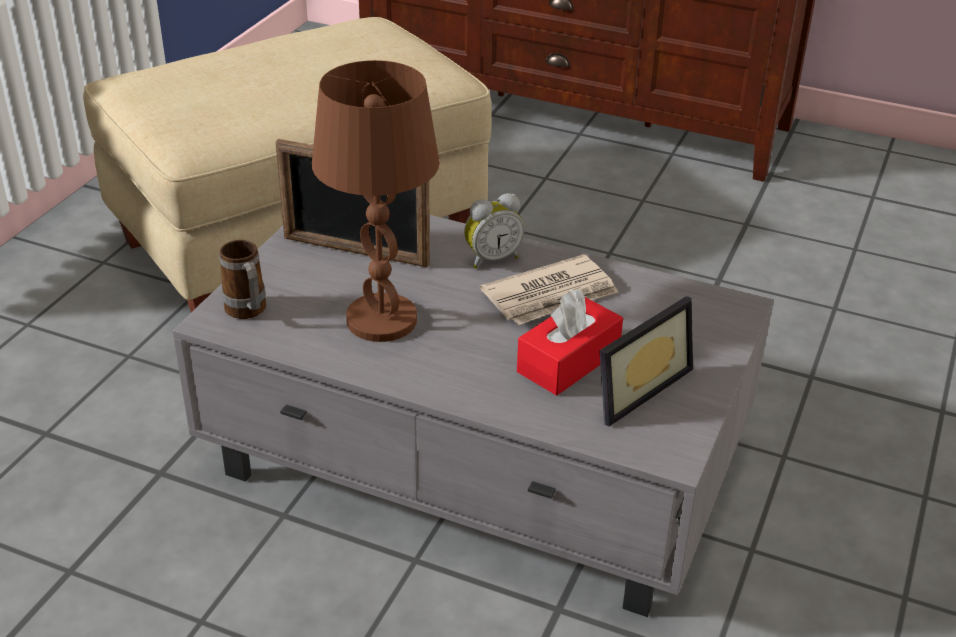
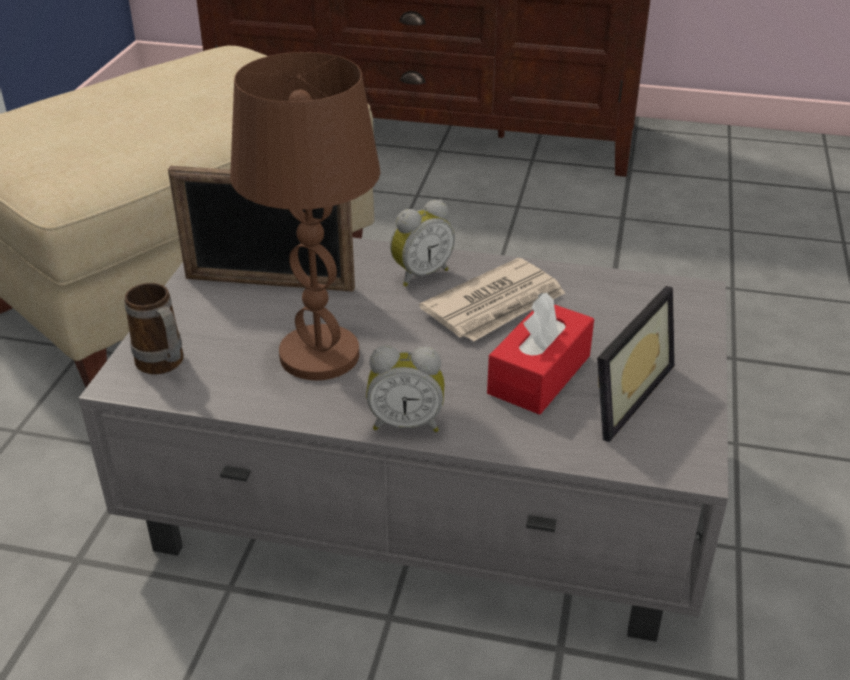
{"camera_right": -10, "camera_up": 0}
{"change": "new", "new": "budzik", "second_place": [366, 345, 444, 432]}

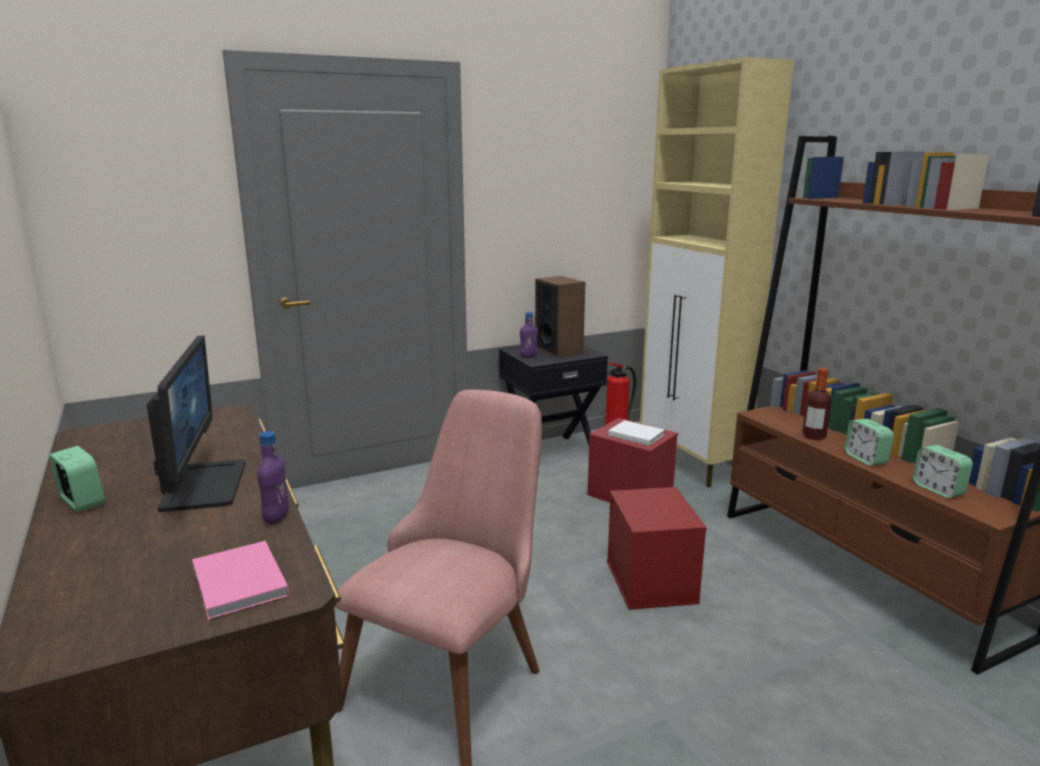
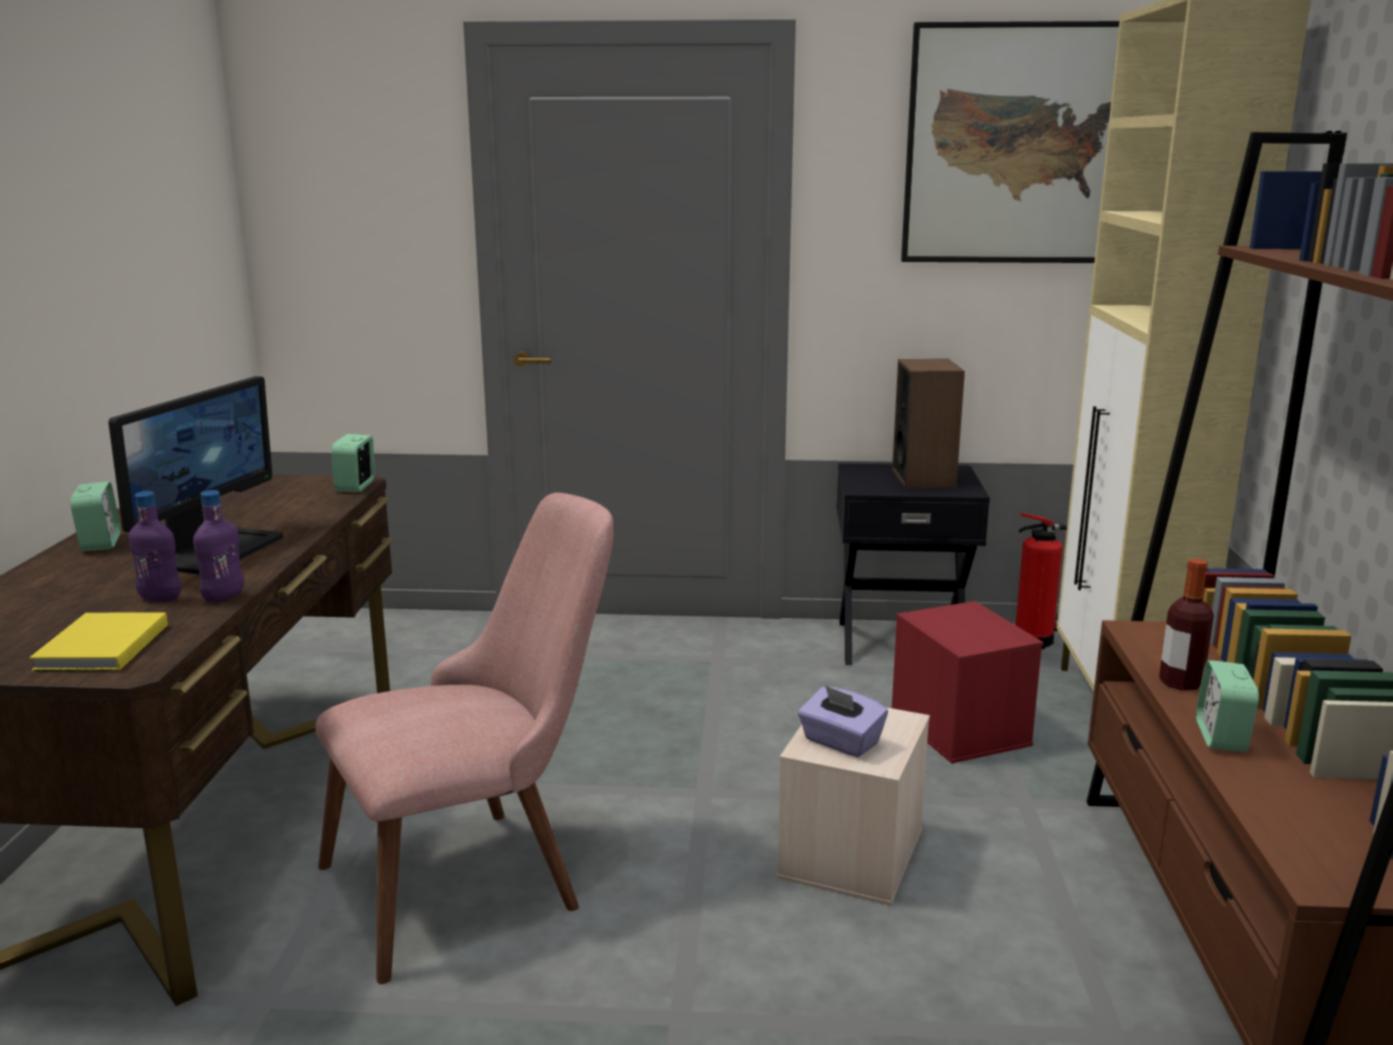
{"camera_right": 30, "camera_up": 0}
{"change": "shifted", "old": "butelka/fioletowy", "first_place": [520, 312, 538, 358], "second_place": [128, 491, 181, 602]}
{"change": "gone", "old": "książka/biały", "first_place": [608, 420, 664, 446]}
{"change": "shifted", "old": "budzik", "first_place": [913, 445, 973, 498], "second_place": [331, 434, 375, 492]}
{"change": "repainted", "old": "pojemnik do przechowywania/czerwony", "new": "pojemnik do przechowywania/beżowy", "first_place": [607, 487, 707, 610], "second_place": [777, 707, 930, 906]}
{"change": "repainted", "old": "książka/różowy", "new": "książka/żółty", "first_place": [192, 541, 289, 621], "second_place": [30, 612, 168, 671]}
{"change": "new", "new": "obraz", "second_place": [901, 21, 1119, 263]}
{"change": "new", "new": "pudełko chusteczek/fioletowy", "second_place": [798, 685, 888, 757]}

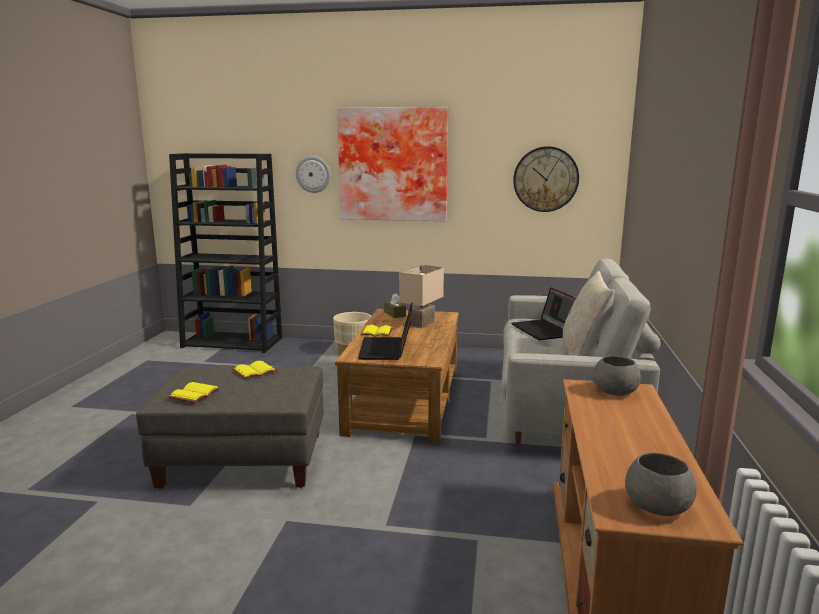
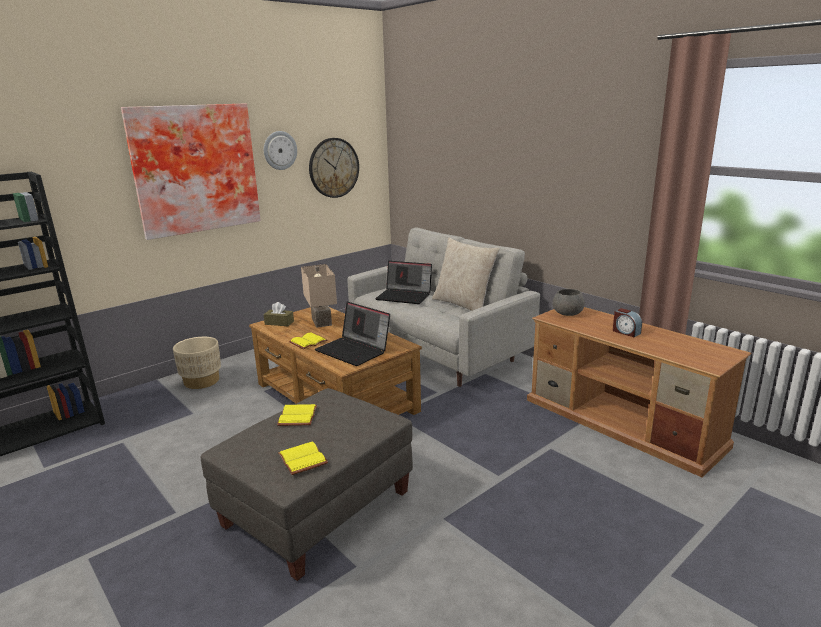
{"camera_right": -50, "camera_up": 5}
{"change": "shifted", "old": "zegar ścienny", "first_place": [296, 156, 331, 193], "second_place": [264, 131, 297, 170]}
{"change": "gone", "old": "miska/szary", "first_place": [625, 452, 697, 516]}
{"change": "new", "new": "budzik", "second_place": [613, 308, 642, 337]}

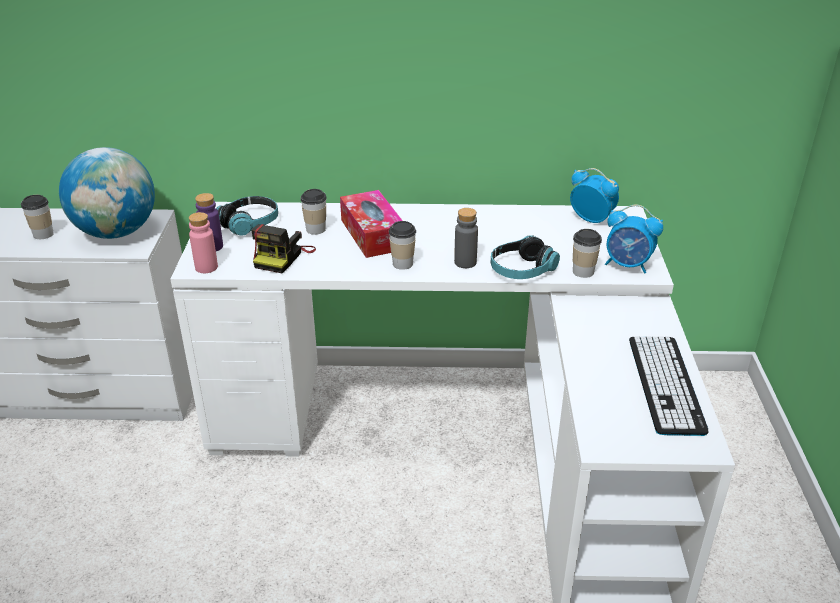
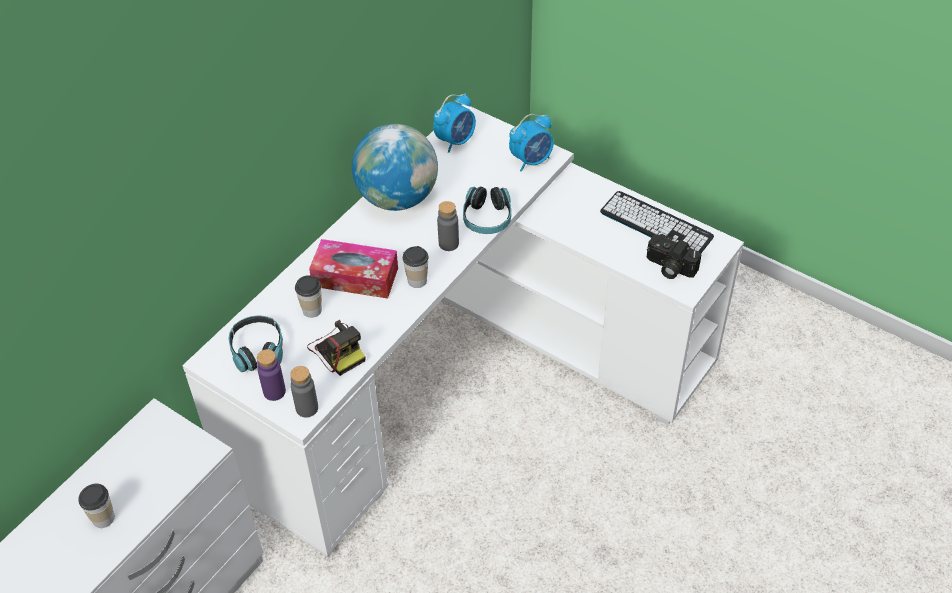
{"camera_right": -55, "camera_up": 15}
{"change": "shifted", "old": "globus", "first_place": [59, 147, 155, 239], "second_place": [352, 124, 438, 211]}
{"change": "rotated", "old": "budzik", "first_place": [570, 168, 619, 223], "second_place": [433, 93, 476, 153], "degrees": 150}
{"change": "repainted", "old": "butelka/różowy", "new": "butelka/szary", "first_place": [189, 212, 218, 273], "second_place": [290, 366, 318, 418]}
{"change": "gone", "old": "filiżanka", "first_place": [573, 229, 602, 278]}
{"change": "new", "new": "aparat fotograficzny", "second_place": [647, 234, 701, 279]}

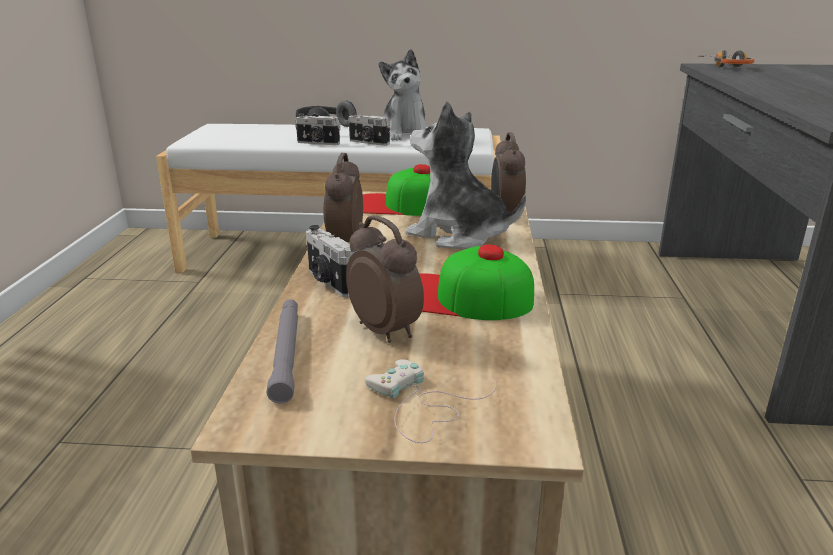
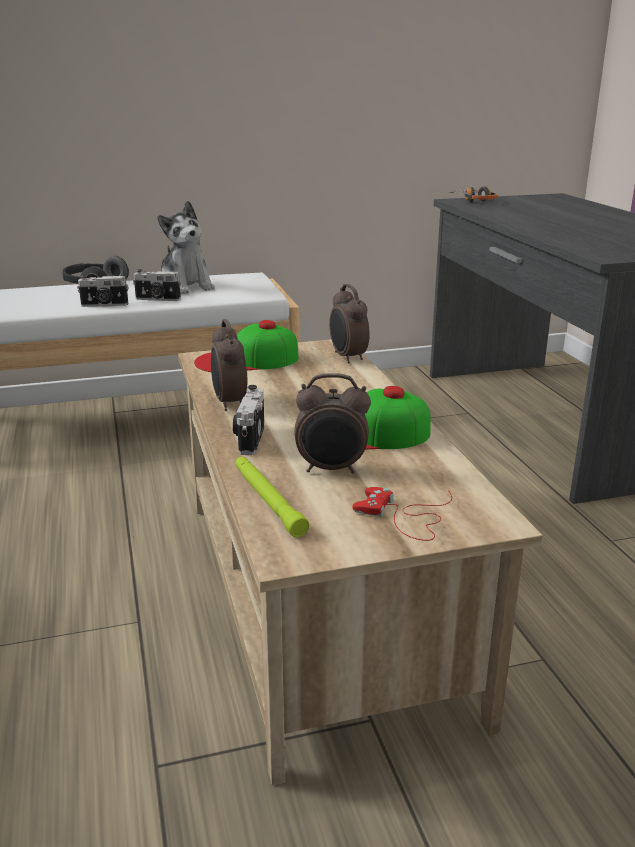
{"camera_right": -20, "camera_up": 0}
{"change": "gone", "old": "pluszak", "first_place": [405, 101, 526, 249]}
{"change": "rotated", "old": "budzik", "first_place": [346, 216, 424, 343], "second_place": [295, 373, 371, 474], "degrees": 150}
{"change": "rotated", "old": "aparat fotograficzny", "first_place": [306, 225, 356, 298], "second_place": [233, 385, 264, 455], "degrees": 60}
{"change": "repainted", "old": "latarka/szary", "new": "latarka/zielony", "first_place": [266, 299, 298, 404], "second_place": [235, 457, 309, 537]}
{"change": "repainted", "old": "pad do gier/biały", "new": "pad do gier/czerwony", "first_place": [365, 359, 496, 443], "second_place": [352, 487, 452, 541]}

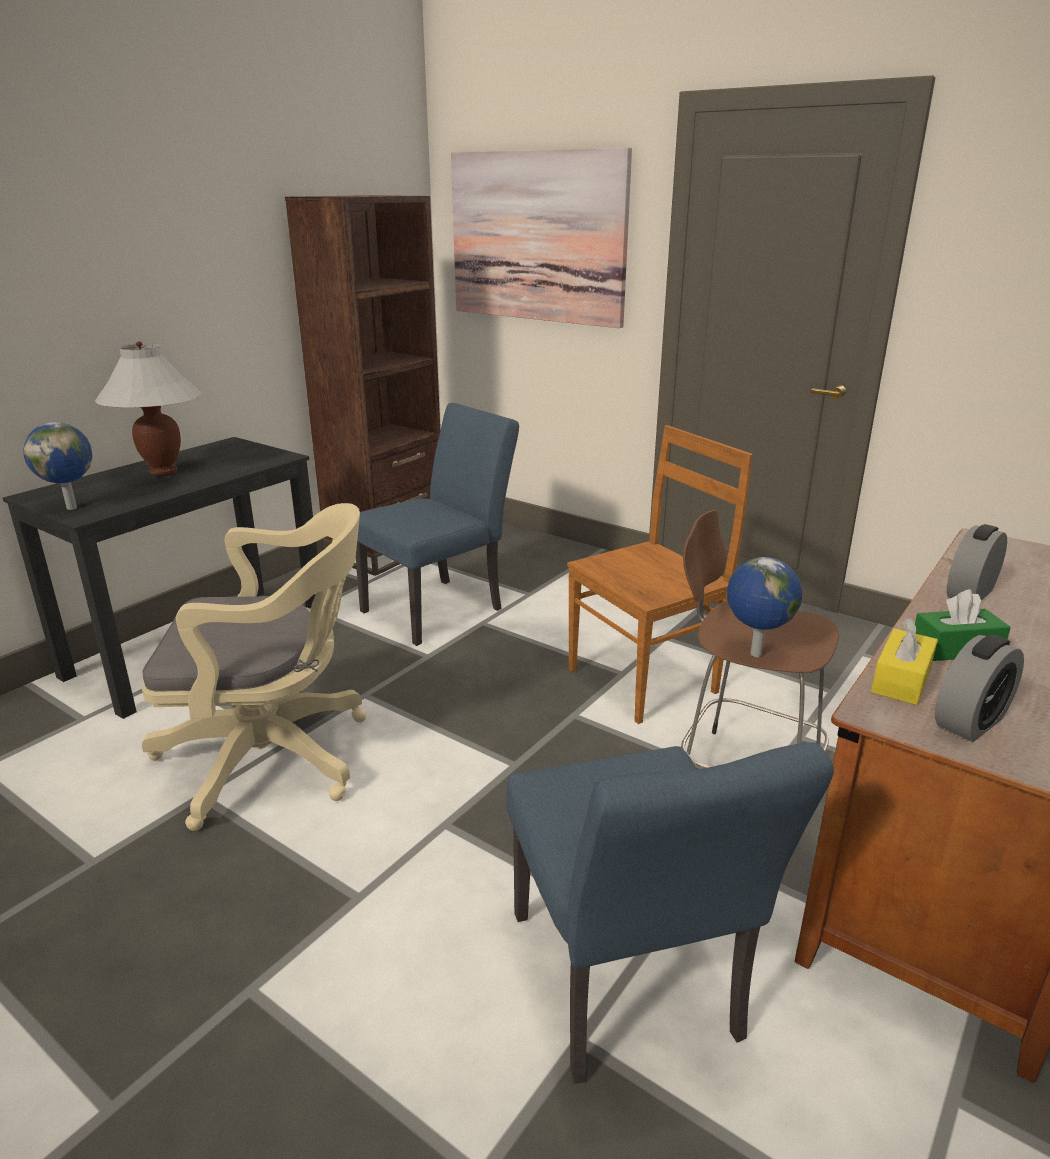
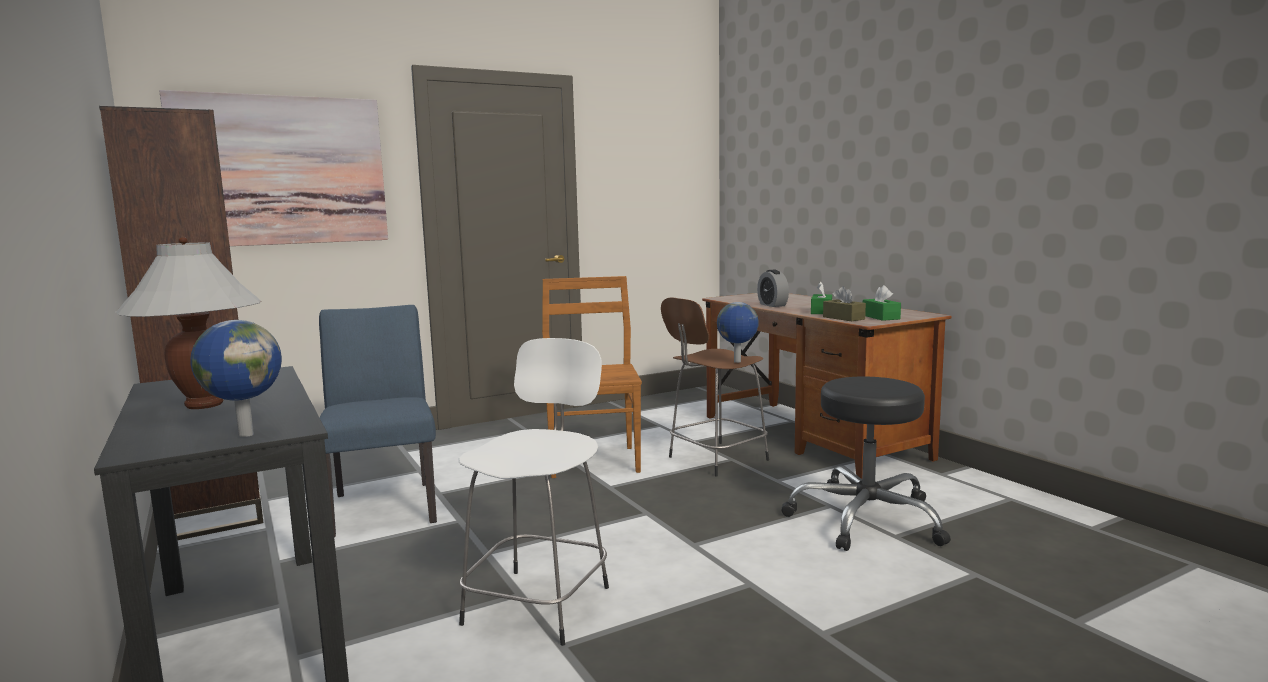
{"camera_right": -65, "camera_up": -15}
{"change": "swapped", "old": "krzesło biurowe/beżowy", "new": "stołek/biały", "first_place": [142, 503, 366, 831], "second_place": [459, 338, 609, 646]}
{"change": "repainted", "old": "pudełko chusteczek/żółty", "new": "pudełko chusteczek/brązowy", "first_place": [871, 618, 938, 705], "second_place": [823, 286, 866, 321]}
{"change": "swapped", "old": "budzik", "new": "pudełko chusteczek/zielony", "first_place": [935, 635, 1024, 742], "second_place": [863, 285, 901, 321]}
{"change": "swapped", "old": "krzesło/niebieski", "new": "stołek/czarny", "first_place": [506, 742, 834, 1084], "second_place": [781, 377, 951, 551]}

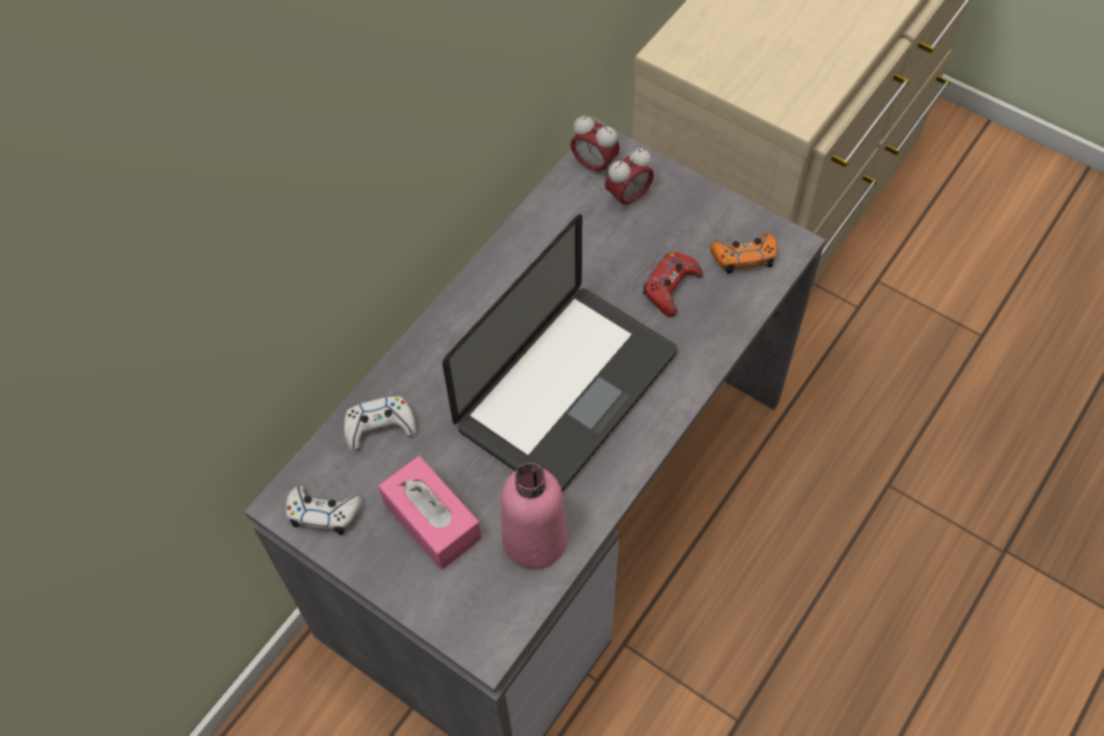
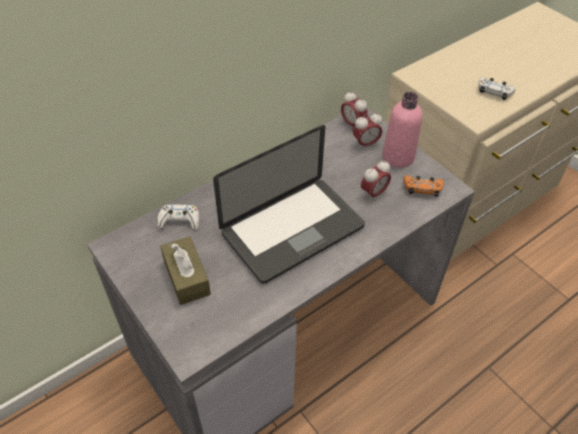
{"camera_right": 15, "camera_up": -10}
{"change": "swapped", "old": "pad do gier/czerwony", "new": "budzik", "first_place": [643, 252, 703, 317], "second_place": [361, 160, 391, 201]}
{"change": "repainted", "old": "pudełko chusteczek/różowy", "new": "pudełko chusteczek/brązowy", "first_place": [378, 456, 482, 570], "second_place": [160, 236, 211, 305]}
{"change": "shifted", "old": "butelka/różowy", "first_place": [500, 463, 567, 569], "second_place": [382, 92, 423, 168]}
{"change": "shifted", "old": "pad do gier/biały", "first_place": [286, 485, 363, 535], "second_place": [478, 77, 515, 100]}

